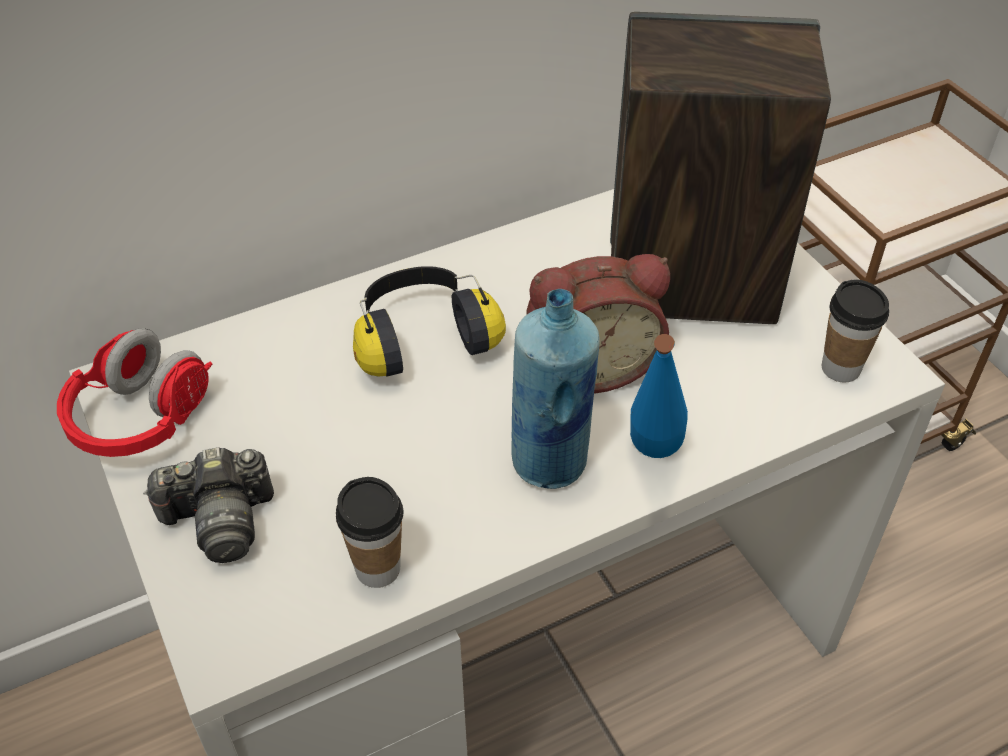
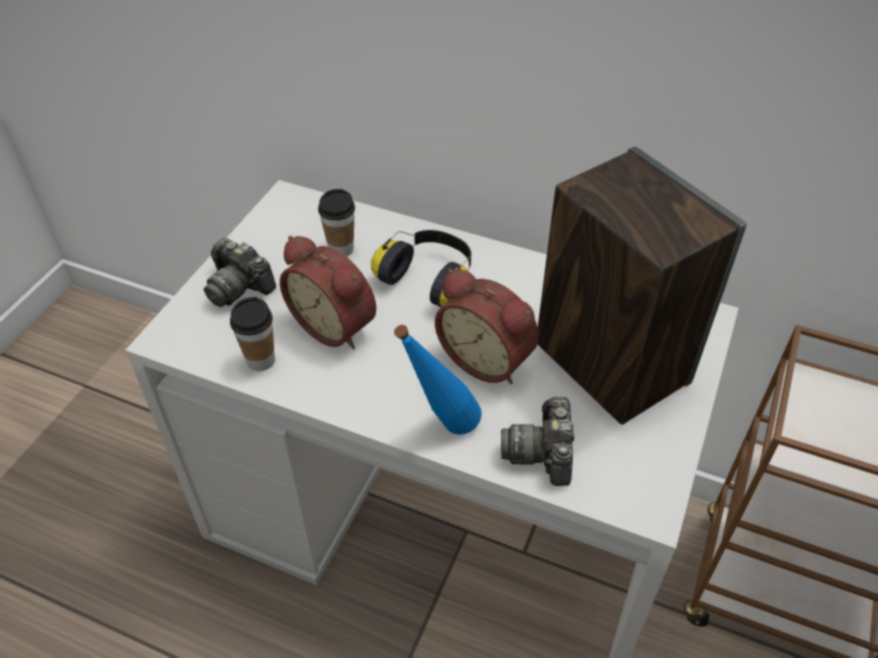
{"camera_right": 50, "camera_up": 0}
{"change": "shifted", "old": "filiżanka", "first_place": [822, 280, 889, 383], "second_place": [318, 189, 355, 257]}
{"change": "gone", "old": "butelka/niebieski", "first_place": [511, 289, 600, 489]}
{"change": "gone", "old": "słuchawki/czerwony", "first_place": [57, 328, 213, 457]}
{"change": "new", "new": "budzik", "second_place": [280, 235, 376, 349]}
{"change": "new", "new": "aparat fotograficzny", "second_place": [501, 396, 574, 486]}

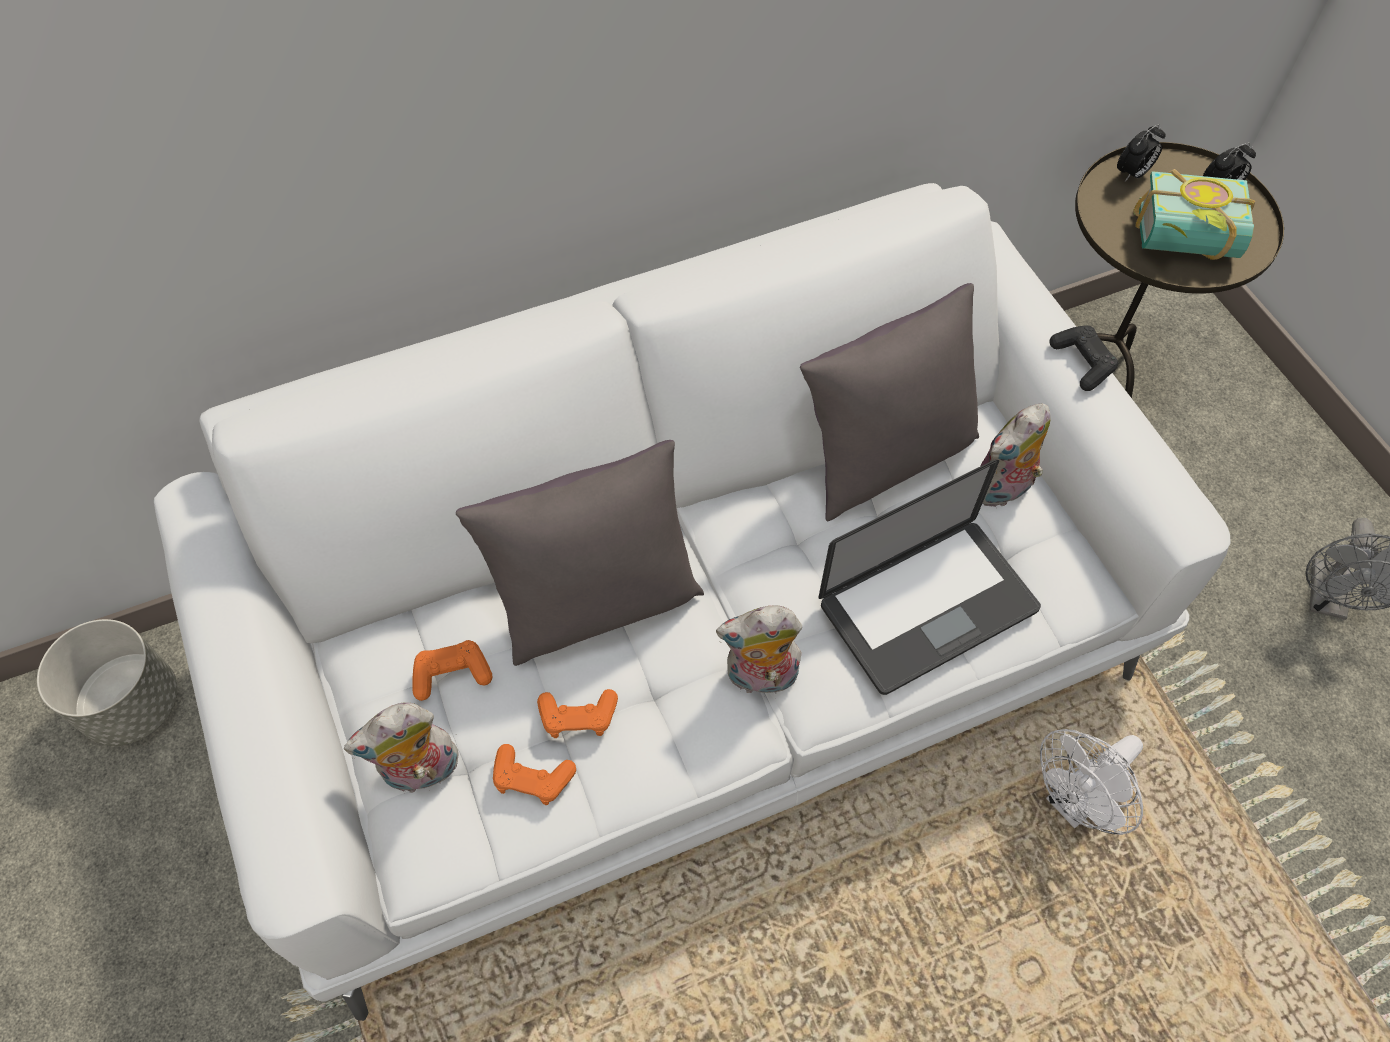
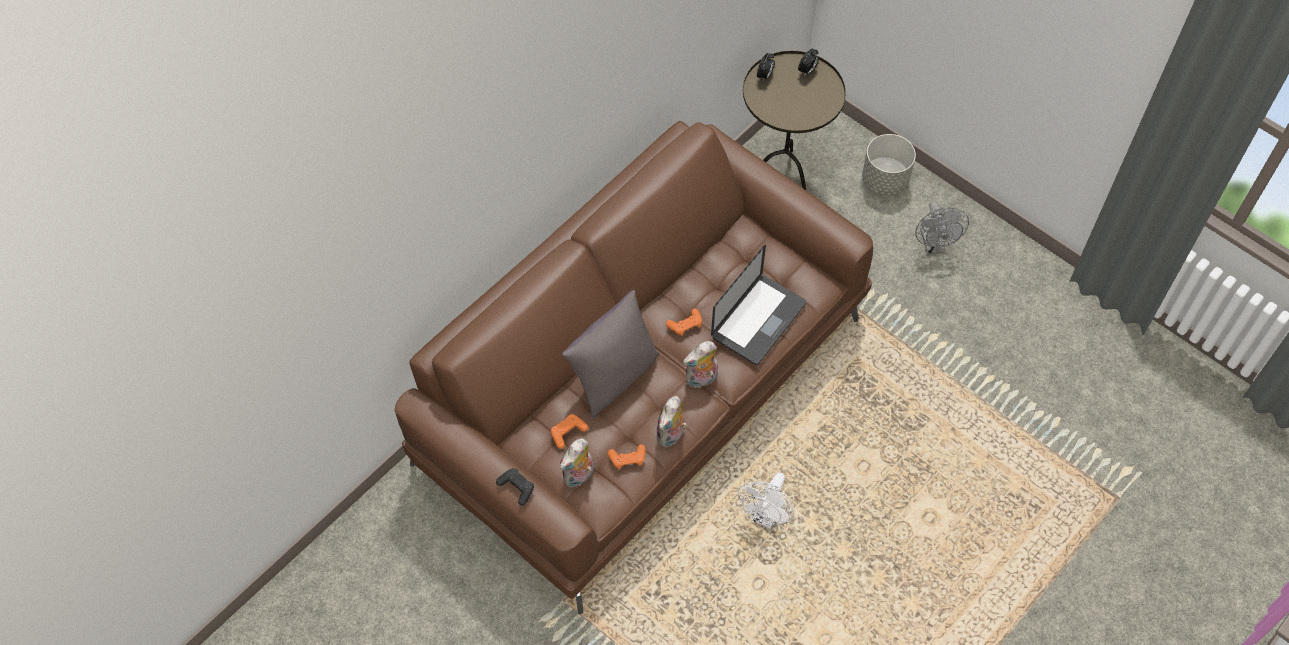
{"camera_right": -25, "camera_up": 0}
{"change": "gone", "old": "książka", "first_place": [1133, 169, 1255, 260]}
{"change": "repainted", "old": "kanapa/biały", "new": "kanapa/brązowy", "first_place": [154, 183, 1231, 1021], "second_place": [395, 121, 873, 615]}
{"change": "gone", "old": "poduszka/szary", "first_place": [800, 283, 979, 521]}
{"change": "shifted", "old": "pad do gier/czarny", "first_place": [1049, 325, 1118, 391], "second_place": [496, 468, 534, 506]}
{"change": "shifted", "old": "pluszak", "first_place": [981, 404, 1051, 507], "second_place": [657, 396, 687, 447]}
{"change": "shifted", "old": "donica/szary", "first_place": [37, 619, 177, 746], "second_place": [862, 134, 916, 196]}
{"change": "shifted", "old": "pad do gier/pomarańczowy", "first_place": [537, 689, 618, 738], "second_place": [666, 309, 702, 336]}
{"change": "shifted", "old": "wentylator/biały", "first_place": [1040, 729, 1143, 835], "second_place": [738, 473, 794, 529]}

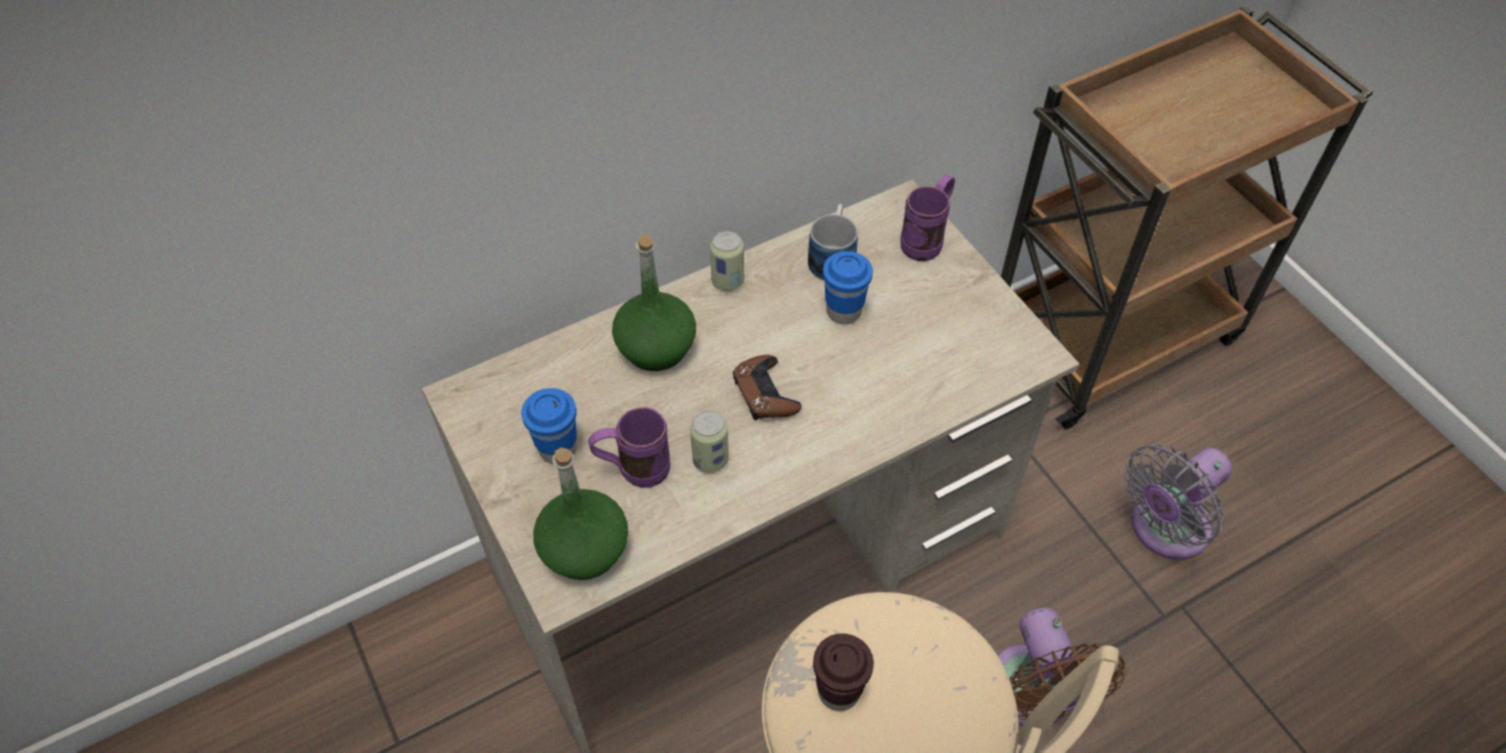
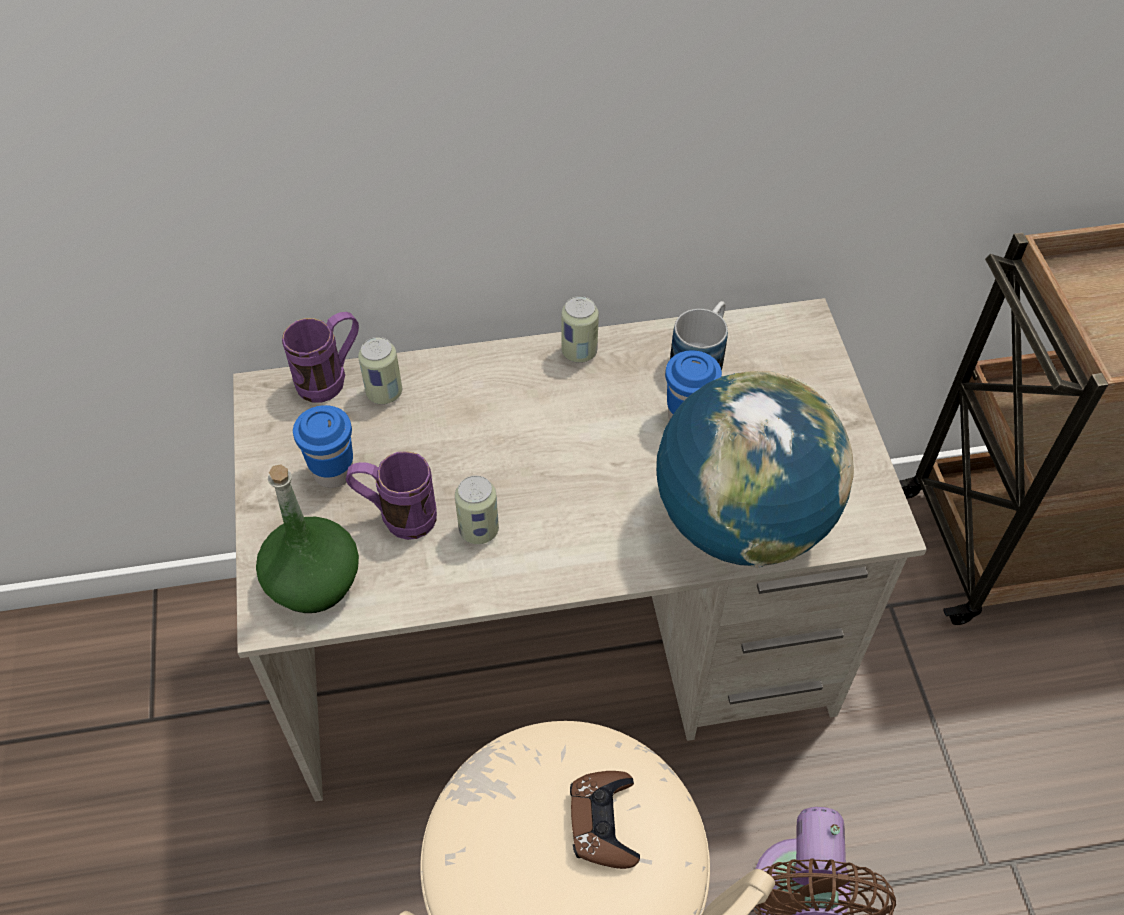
{"camera_right": 20, "camera_up": 0}
{"change": "shifted", "old": "kubek/fioletowy", "first_place": [901, 174, 955, 261], "second_place": [282, 312, 359, 403]}
{"change": "gone", "old": "butelka/zielony", "first_place": [612, 235, 696, 371]}
{"change": "shifted", "old": "pad do gier/brązowy", "first_place": [733, 355, 802, 420], "second_place": [570, 771, 640, 869]}
{"change": "gone", "old": "wentylator/szary", "first_place": [1124, 444, 1232, 560]}
{"change": "gone", "old": "filiżanka/brązowy", "first_place": [813, 634, 874, 711]}
{"change": "new", "new": "puszka", "second_place": [358, 337, 402, 404]}
{"change": "new", "new": "globus", "second_place": [657, 371, 854, 568]}

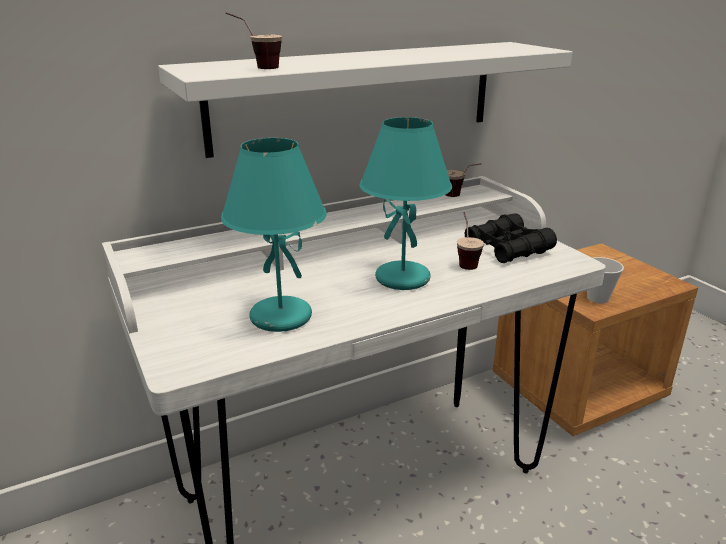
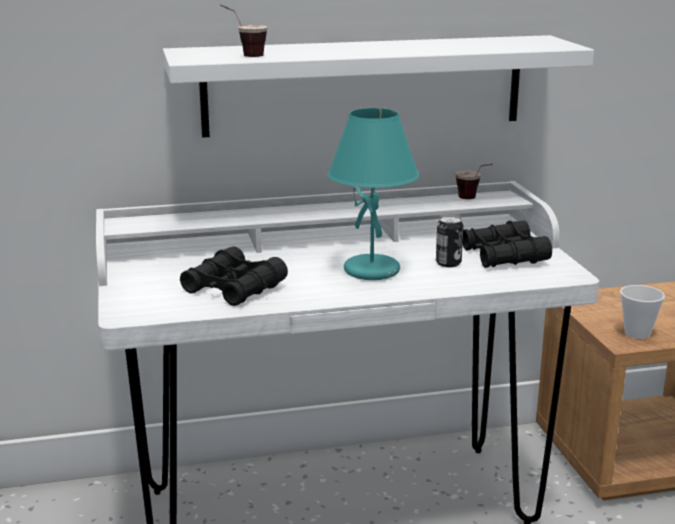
{"camera_right": 15, "camera_up": -5}
{"change": "swapped", "old": "lampa stołowa/turkusowy", "new": "lornetka/czarny", "first_place": [221, 138, 327, 332], "second_place": [180, 247, 288, 306]}
{"change": "swapped", "old": "filiżanka", "new": "puszka", "first_place": [457, 212, 484, 270], "second_place": [436, 215, 463, 267]}

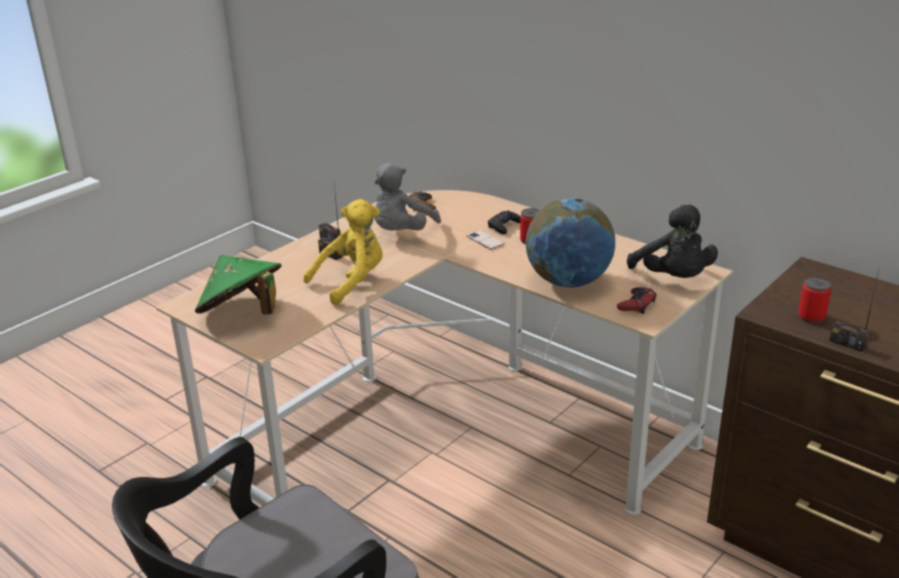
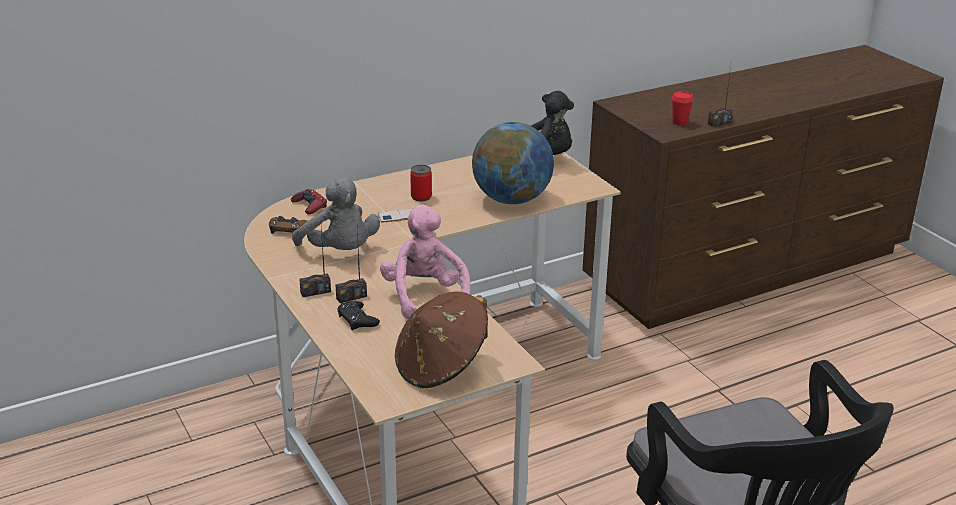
{"camera_right": -70, "camera_up": 0}
{"change": "repainted", "old": "pluszak/żółty", "new": "pluszak/różowy", "first_place": [303, 199, 383, 305], "second_place": [380, 205, 470, 319]}
{"change": "shifted", "old": "pad do gier/czarny", "first_place": [488, 211, 520, 234], "second_place": [337, 301, 380, 330]}
{"change": "repainted", "old": "kapelusz/zielony", "new": "kapelusz/brązowy", "first_place": [195, 255, 282, 314], "second_place": [395, 291, 488, 388]}
{"change": "swapped", "old": "puszka", "new": "filiżanka/czerwony", "first_place": [798, 277, 831, 323], "second_place": [672, 91, 693, 126]}
{"change": "shifted", "old": "pad do gier/czerwony", "first_place": [617, 287, 657, 314], "second_place": [291, 189, 327, 214]}

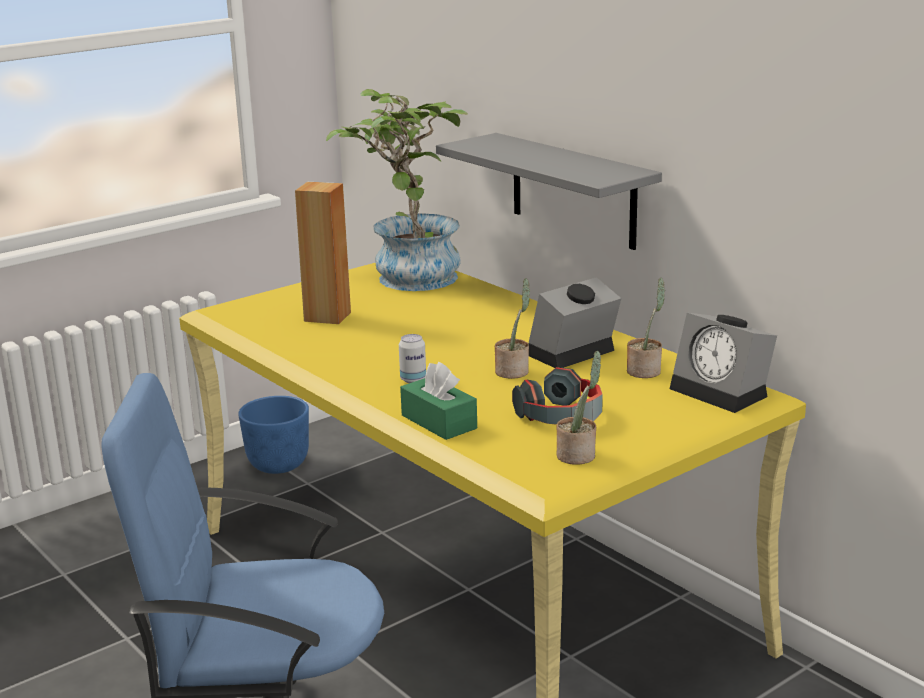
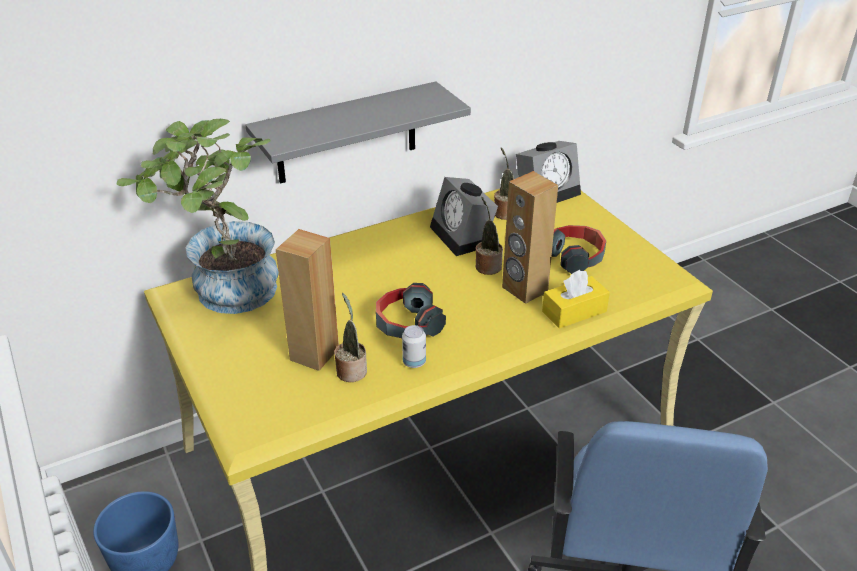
{"camera_right": -80, "camera_up": 15}
{"change": "shifted", "old": "puszka", "first_place": [399, 334, 426, 383], "second_place": [402, 325, 426, 368]}
{"change": "shifted", "old": "roślina doniczkowa", "first_place": [556, 351, 601, 465], "second_place": [334, 293, 367, 382]}
{"change": "repainted", "old": "pudełko chusteczek/zielony", "new": "pudełko chusteczek/żółty", "first_place": [400, 362, 477, 440], "second_place": [542, 270, 610, 328]}
{"change": "new", "new": "głośnik/brązowy", "second_place": [502, 171, 558, 304]}
{"change": "new", "new": "słuchawki", "second_place": [376, 283, 446, 338]}

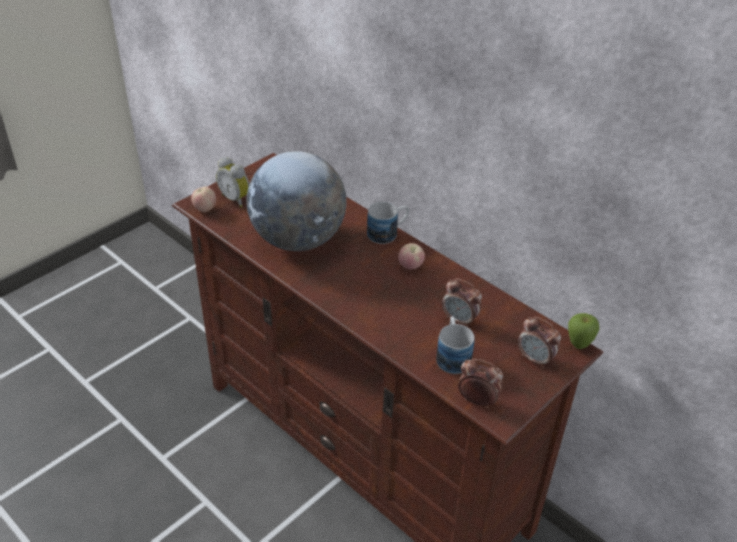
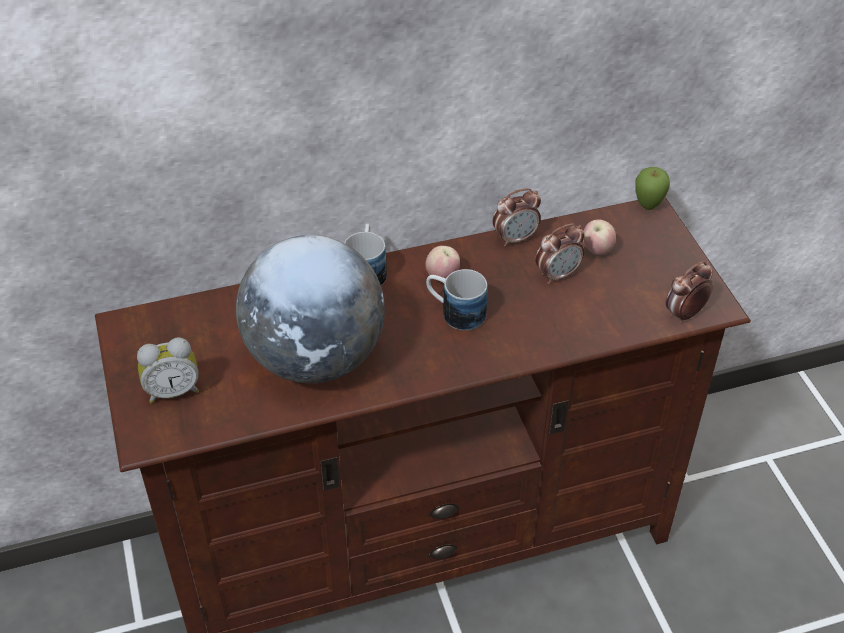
{"camera_right": -60, "camera_up": 5}
{"change": "shifted", "old": "jabłko", "first_place": [191, 186, 216, 212], "second_place": [583, 219, 616, 255]}
{"change": "shifted", "old": "kubek", "first_place": [436, 316, 475, 374], "second_place": [426, 269, 488, 331]}
{"change": "shifted", "old": "budzik", "first_place": [518, 317, 561, 368], "second_place": [493, 188, 541, 247]}

